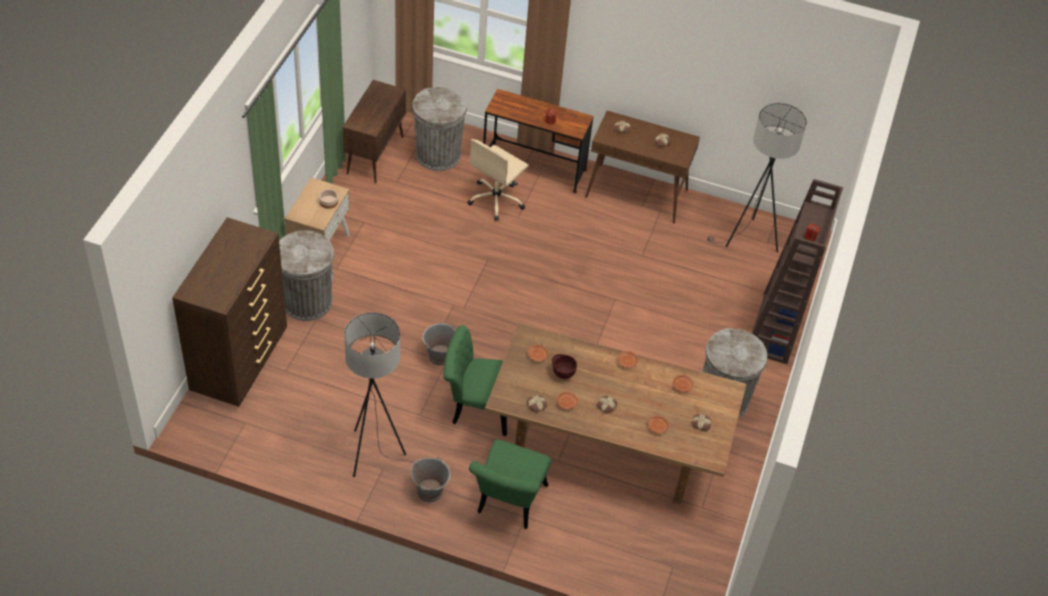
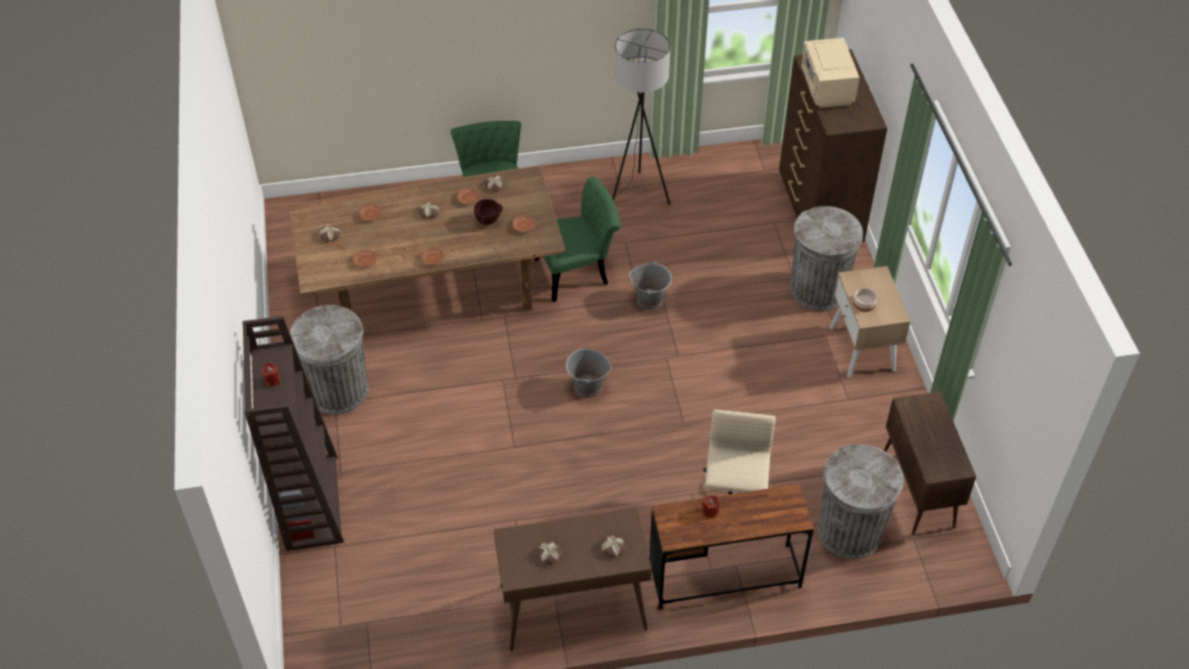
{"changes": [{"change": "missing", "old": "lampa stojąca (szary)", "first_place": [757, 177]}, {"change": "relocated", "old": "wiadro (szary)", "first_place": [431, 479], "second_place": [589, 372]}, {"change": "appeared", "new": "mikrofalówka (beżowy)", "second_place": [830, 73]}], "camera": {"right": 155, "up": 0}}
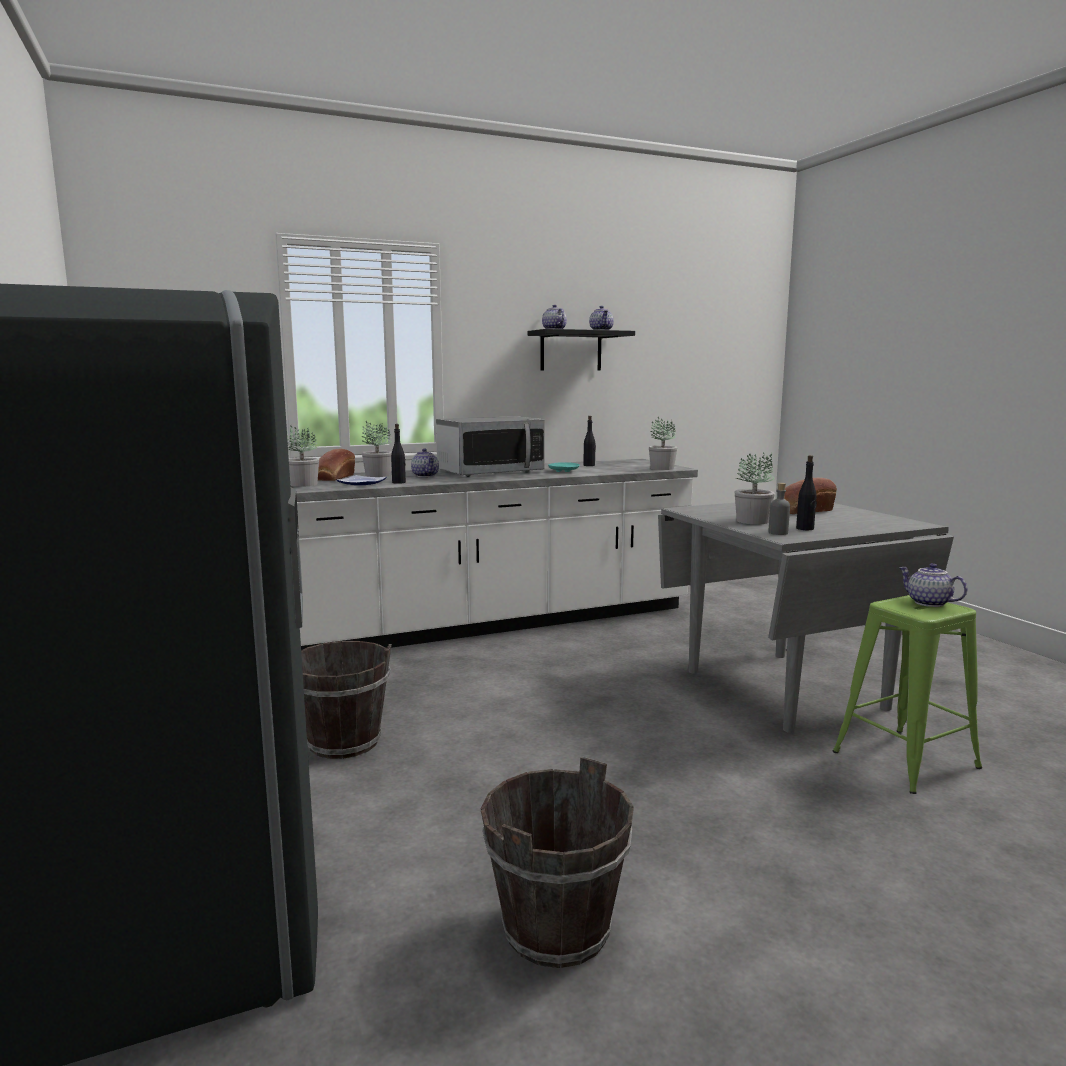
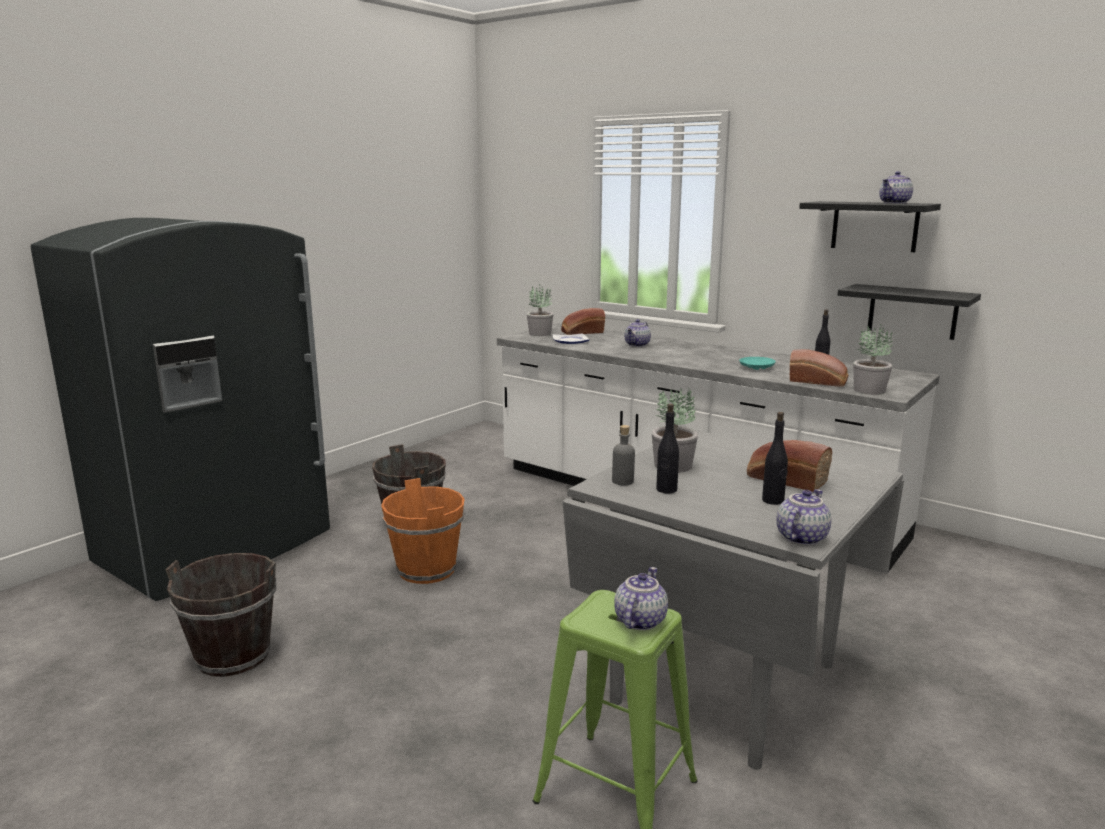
{"changes": [{"change": "relocated", "old": "imbryk", "first_place": [554, 317], "second_place": [803, 517]}, {"change": "missing", "old": "mikrofalówka", "first_place": [490, 446]}, {"change": "missing", "old": "roślina doniczkowa", "first_place": [377, 448]}, {"change": "relocated", "old": "butelka (czarny)", "first_place": [398, 454], "second_place": [775, 458]}, {"change": "appeared", "new": "półka (czarny)", "second_place": [909, 312]}, {"change": "appeared", "new": "chleb", "second_place": [819, 368]}, {"change": "appeared", "new": "wiadro (pomarańczowy)", "second_place": [423, 531]}], "camera": {"right": 60, "up": 5}}
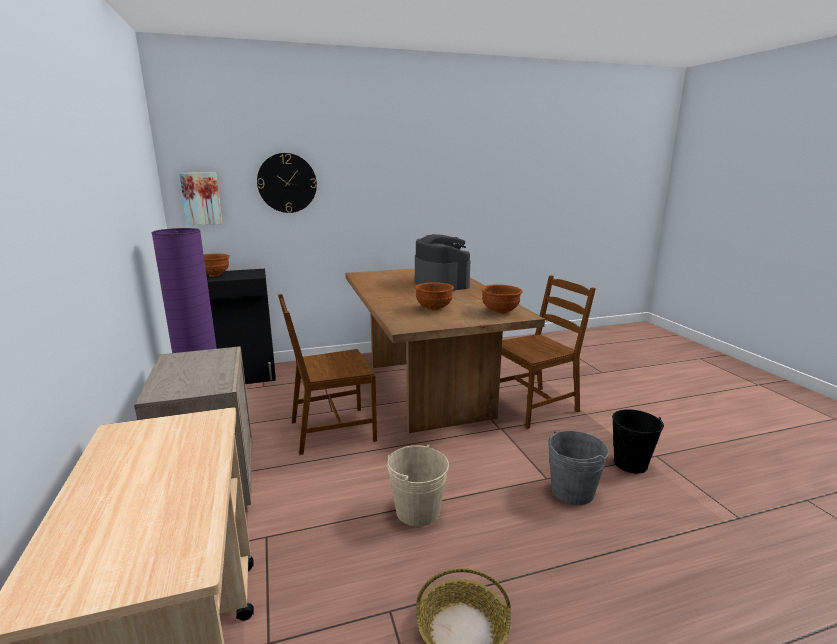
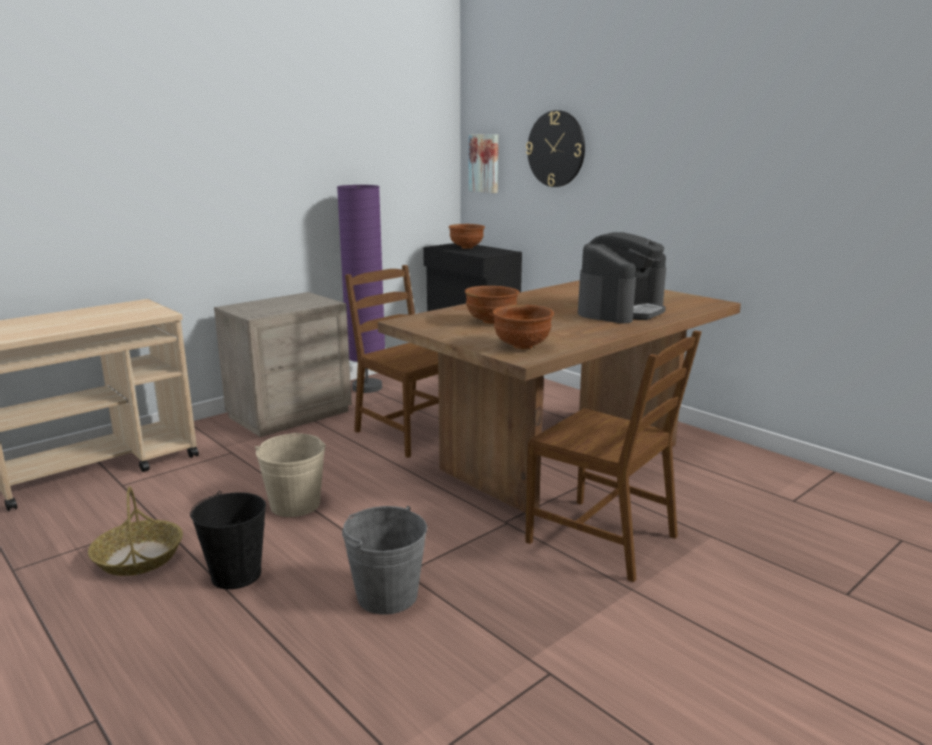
{"changes": [{"change": "relocated", "old": "wiadro (czarny)", "first_place": [638, 441], "second_place": [228, 540]}], "camera": {"right": 65, "up": 0}}
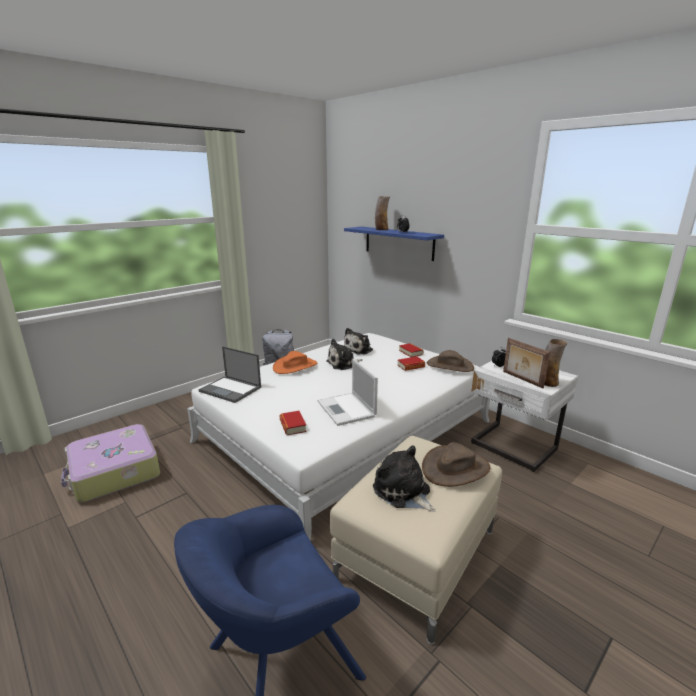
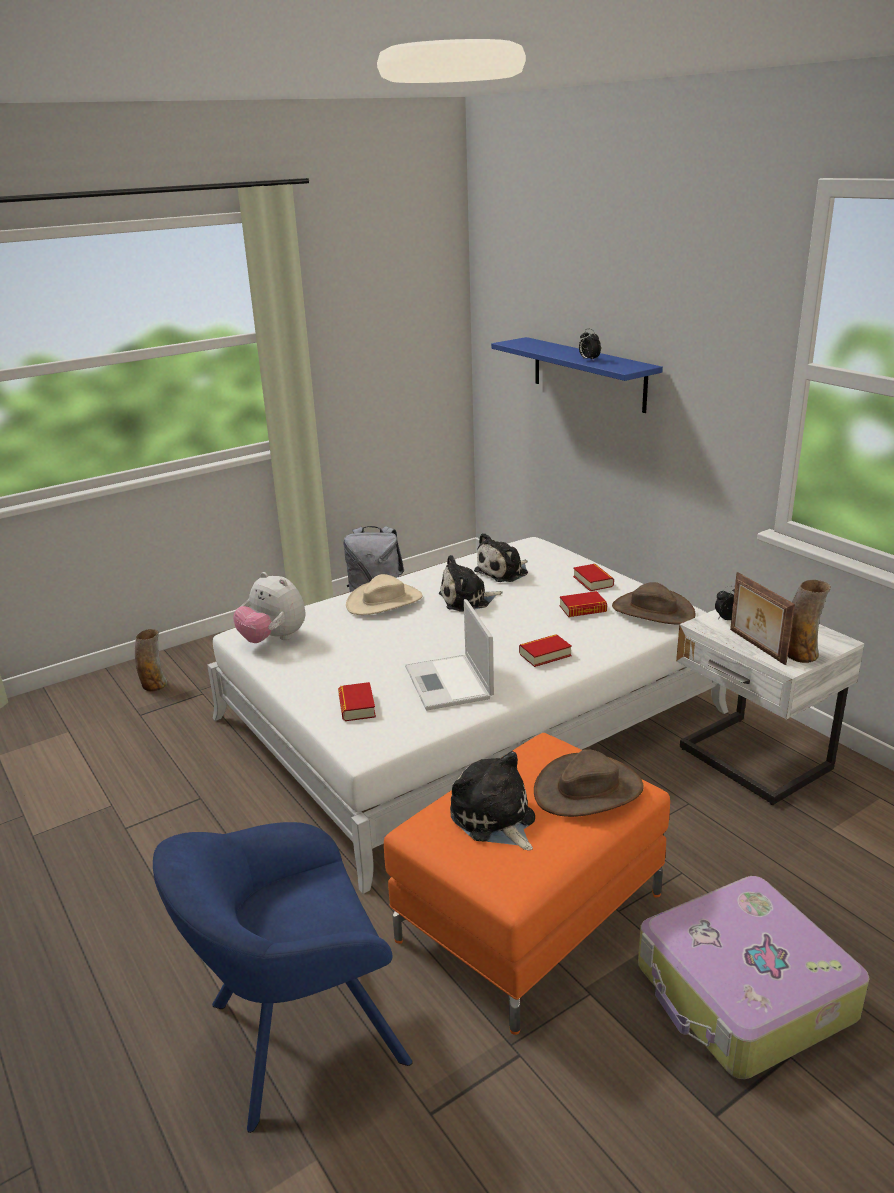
{"changes": [{"change": "relocated", "old": "wazon", "first_place": [382, 213], "second_place": [151, 660]}, {"change": "exchanged", "old": "laptop", "new": "pluszak", "first_place": [230, 374], "second_place": [269, 607]}, {"change": "colour", "old": "kapelusz (pomarańczowy)", "new": "kapelusz (beżowy)", "first_place": [295, 362], "second_place": [384, 594]}, {"change": "relocated", "old": "walizka", "first_place": [110, 463], "second_place": [754, 978]}, {"change": "colour", "old": "pufa (beżowy)", "new": "pufa (pomarańczowy)", "first_place": [416, 540], "second_place": [527, 884]}, {"change": "appeared", "new": "książka", "second_place": [545, 650]}], "camera": {"right": 10, "up": 5}}
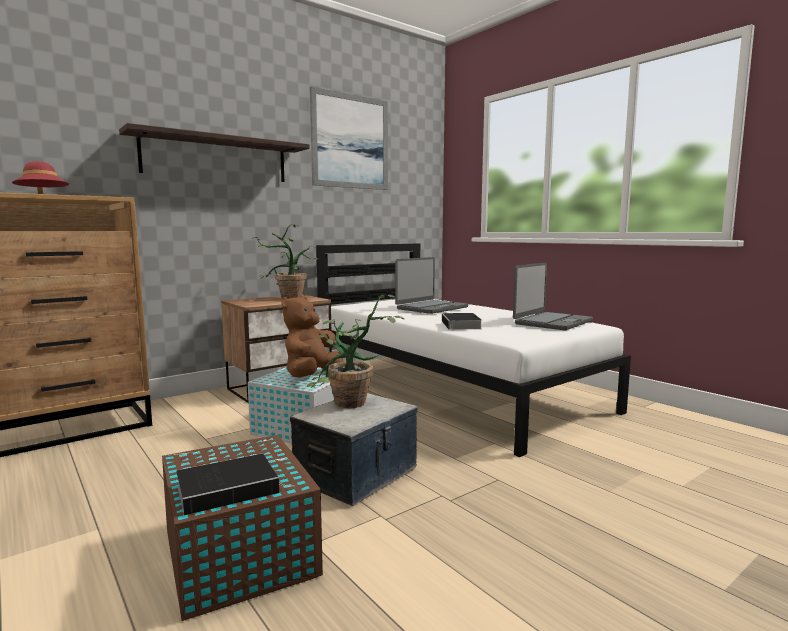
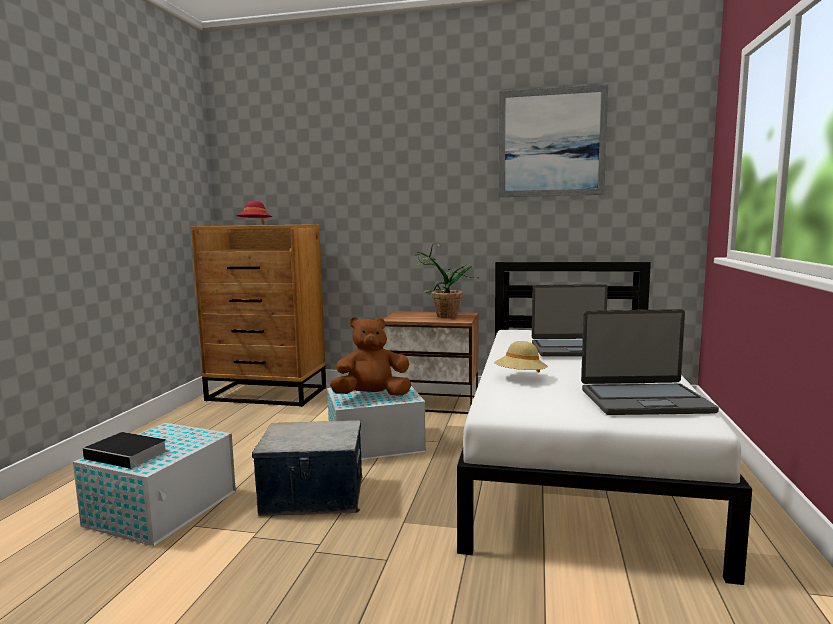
{"changes": [{"change": "missing", "old": "półka", "first_place": [214, 152]}, {"change": "missing", "old": "roślina doniczkowa", "first_place": [356, 351]}, {"change": "exchanged", "old": "książka", "new": "kapelusz (beżowy)", "first_place": [462, 322], "second_place": [521, 357]}, {"change": "colour", "old": "pojemnik do przechowywania (brązowy)", "new": "pojemnik do przechowywania (biały)", "first_place": [242, 528], "second_place": [154, 484]}], "camera": {"right": 50, "up": 0}}
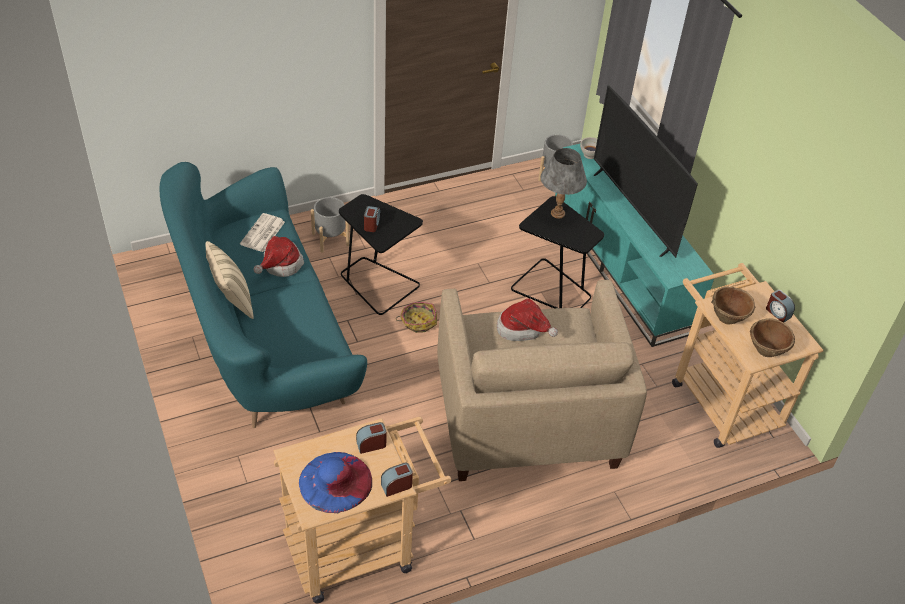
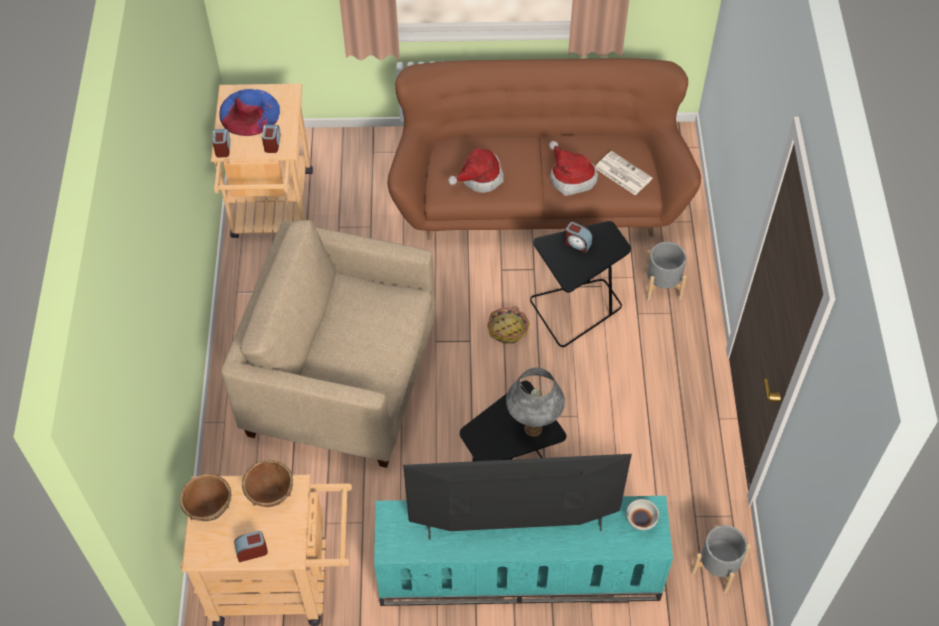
{"changes": [{"change": "colour", "old": "kanapa (turkusowy)", "new": "kanapa (brązowy)", "first_place": [263, 295], "second_place": [544, 149]}, {"change": "missing", "old": "poduszka (beżowy)", "first_place": [230, 280]}, {"change": "relocated", "old": "kapelusz", "first_place": [527, 319], "second_place": [476, 170]}], "camera": {"right": 115, "up": 10}}
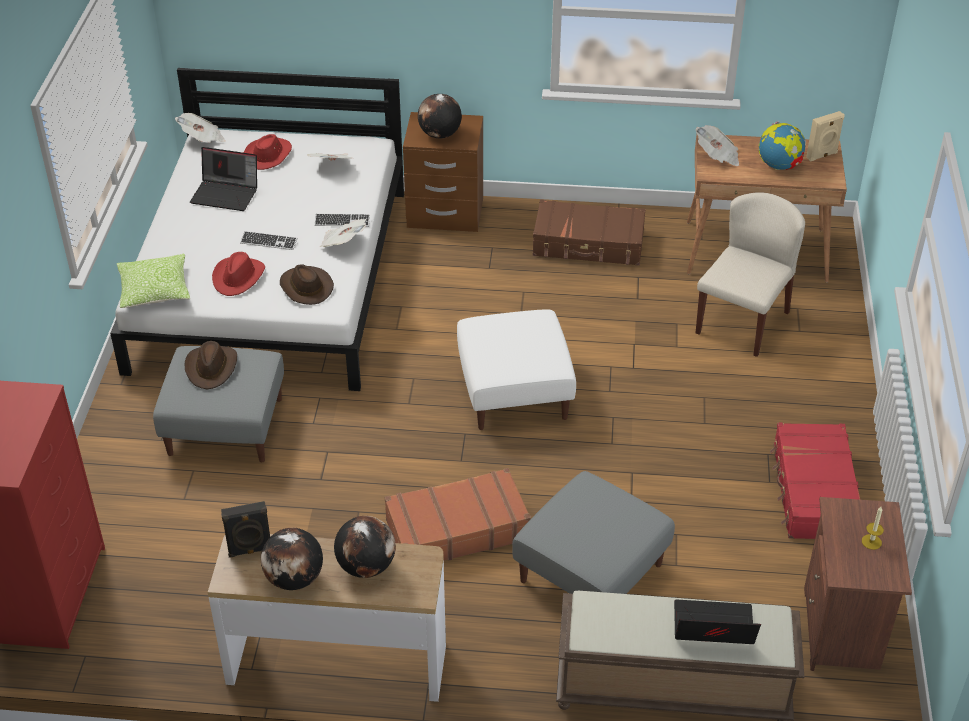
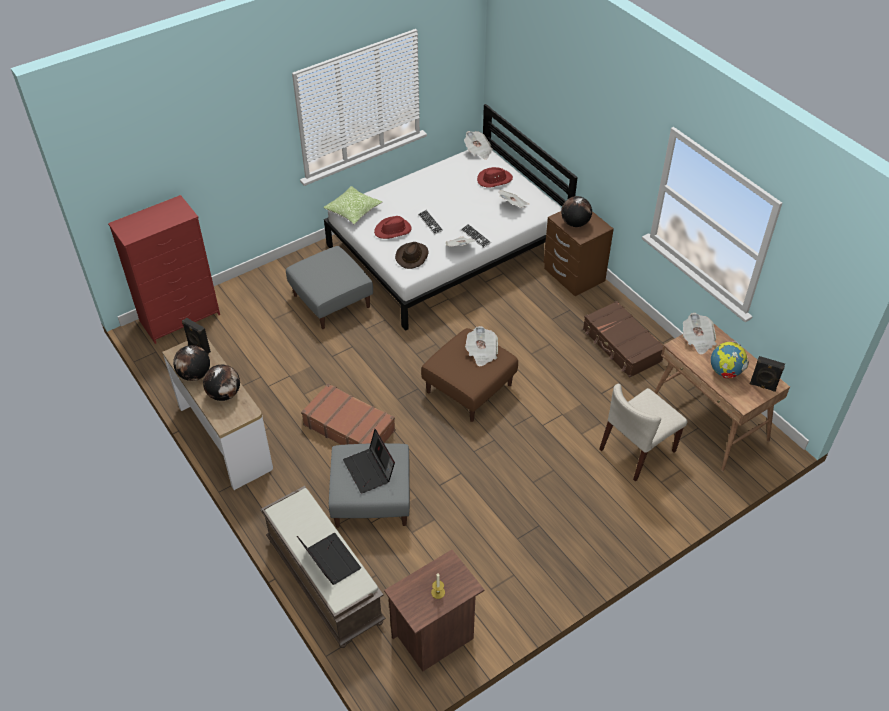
{"changes": [{"change": "colour", "old": "głośnik (beżowy)", "new": "głośnik (czarny)", "first_place": [825, 136], "second_place": [767, 374]}, {"change": "relocated", "old": "laptop", "first_place": [223, 179], "second_place": [369, 461]}, {"change": "spun", "old": "krzesło (beżowy)", "first_place": [750, 274], "second_place": [643, 432], "degrees": 150}, {"change": "colour", "old": "pufa (biały)", "new": "pufa (brązowy)", "first_place": [516, 370], "second_place": [469, 375]}, {"change": "missing", "old": "kapelusz (brązowy)", "first_place": [211, 365]}, {"change": "missing", "old": "walizka (czerwony)", "first_place": [815, 481]}, {"change": "appeared", "new": "gazeta", "second_place": [481, 346]}], "camera": {"right": 50, "up": 5}}
